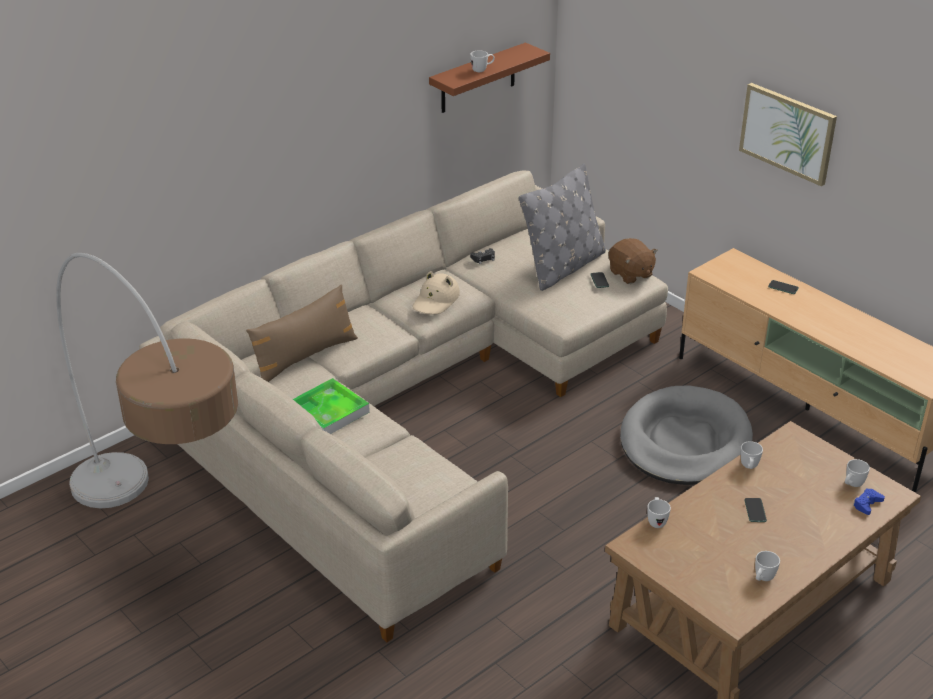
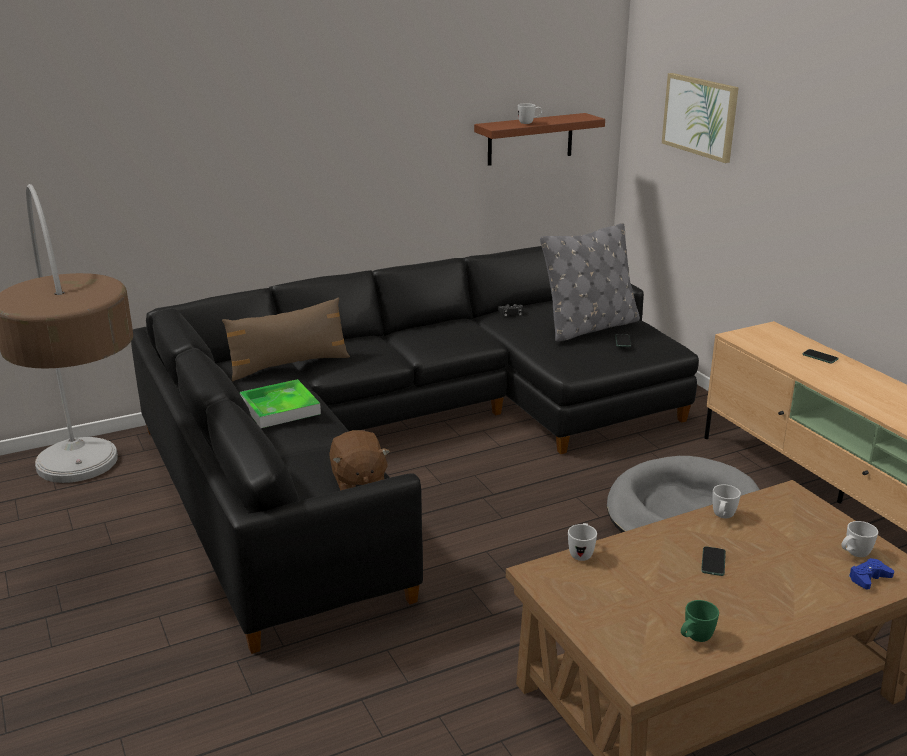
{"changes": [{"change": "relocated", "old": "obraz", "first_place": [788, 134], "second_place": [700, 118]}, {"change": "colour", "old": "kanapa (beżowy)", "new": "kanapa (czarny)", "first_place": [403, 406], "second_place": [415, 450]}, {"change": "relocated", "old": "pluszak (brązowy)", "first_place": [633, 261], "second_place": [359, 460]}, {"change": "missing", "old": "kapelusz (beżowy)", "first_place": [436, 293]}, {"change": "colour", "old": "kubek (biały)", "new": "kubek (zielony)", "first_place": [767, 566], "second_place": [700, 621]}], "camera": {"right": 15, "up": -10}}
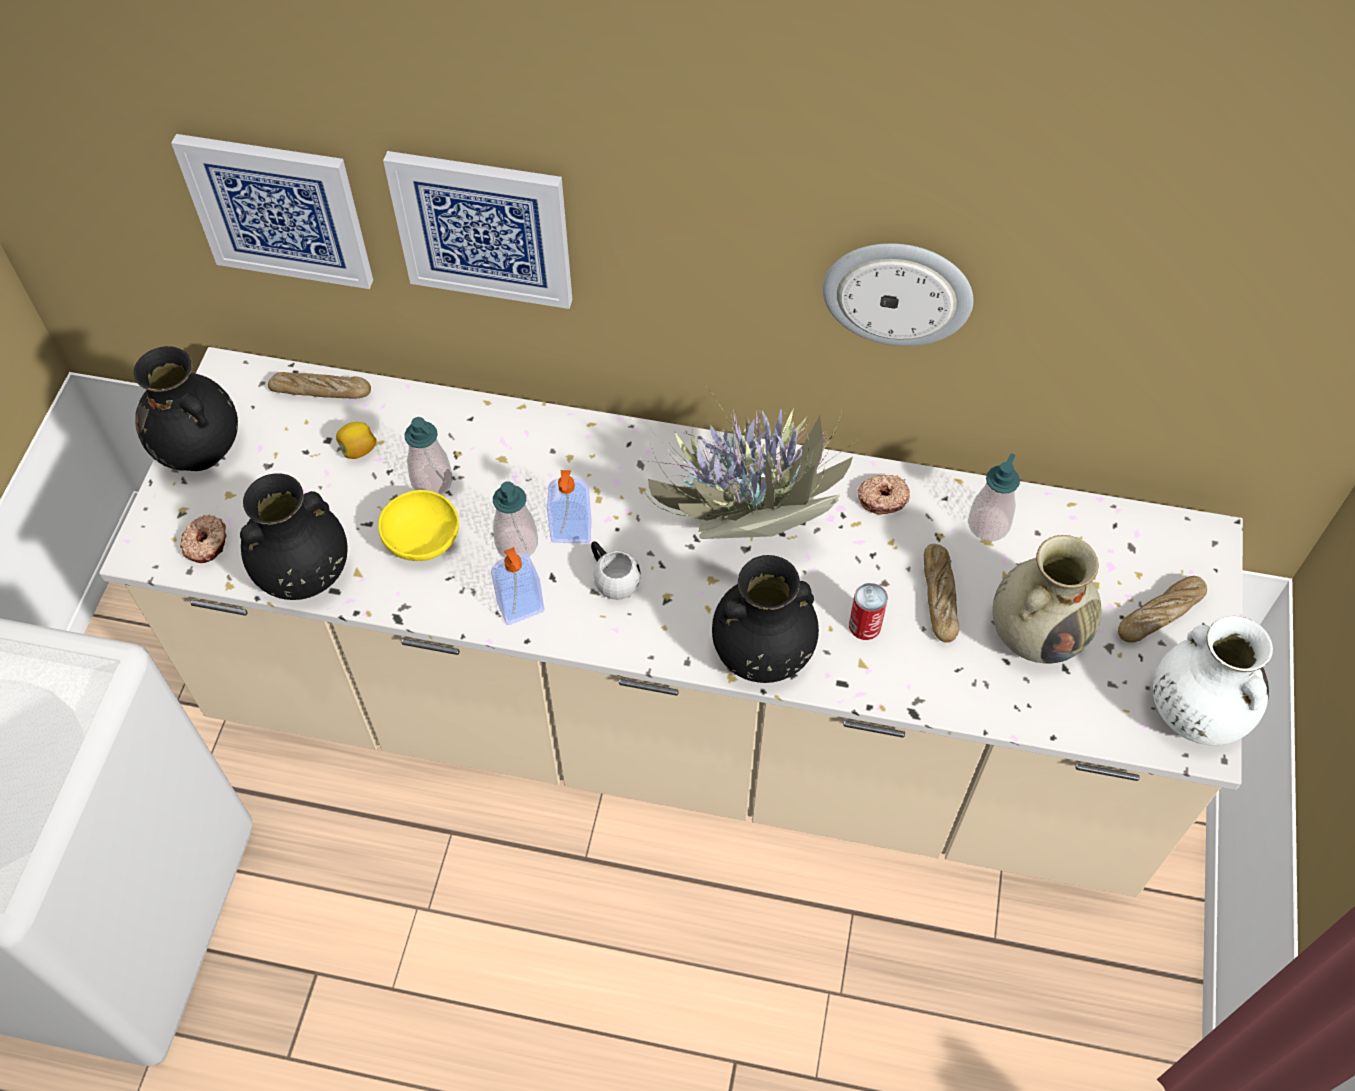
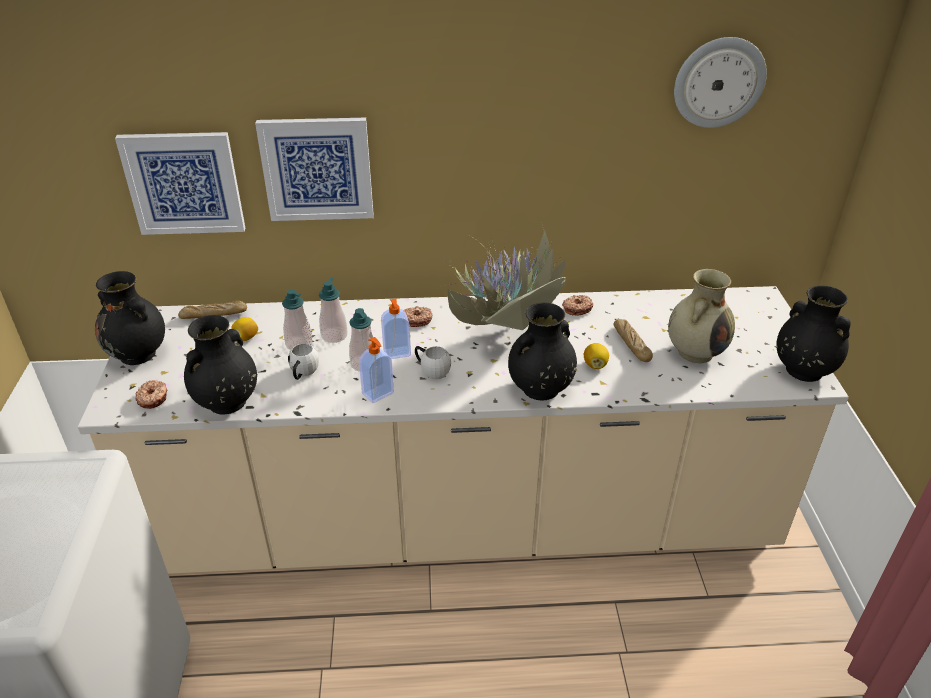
{"changes": [{"change": "relocated", "old": "zegar ścienny", "first_place": [898, 294], "second_place": [720, 82]}, {"change": "relocated", "old": "dozownik mydła", "first_place": [994, 497], "second_place": [333, 310]}, {"change": "exchanged", "old": "miska (żółty)", "new": "kubek (biały)", "first_place": [418, 525], "second_place": [303, 361]}, {"change": "missing", "old": "chleb", "first_place": [1162, 609]}, {"change": "exchanged", "old": "puszka", "new": "cytryna", "first_place": [868, 611], "second_place": [596, 356]}, {"change": "colour", "old": "wazon (biały)", "new": "wazon (czarny)", "first_place": [1213, 680], "second_place": [813, 333]}, {"change": "appeared", "new": "donut", "second_place": [418, 316]}], "camera": {"right": -15, "up": -20}}
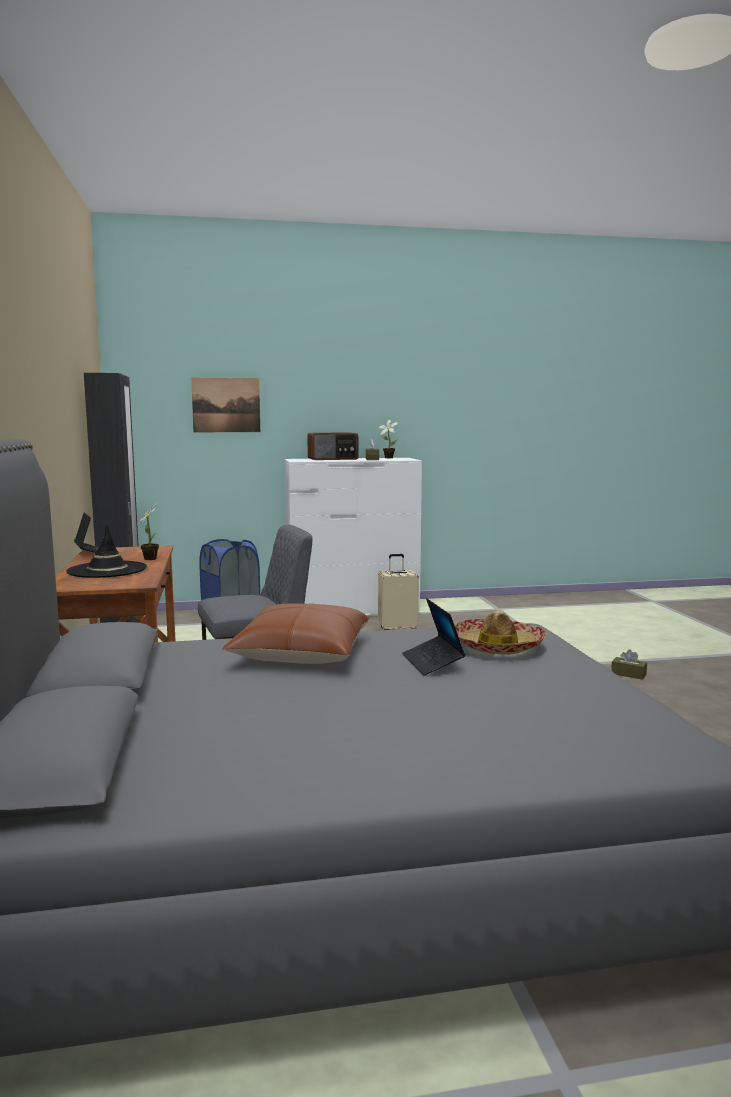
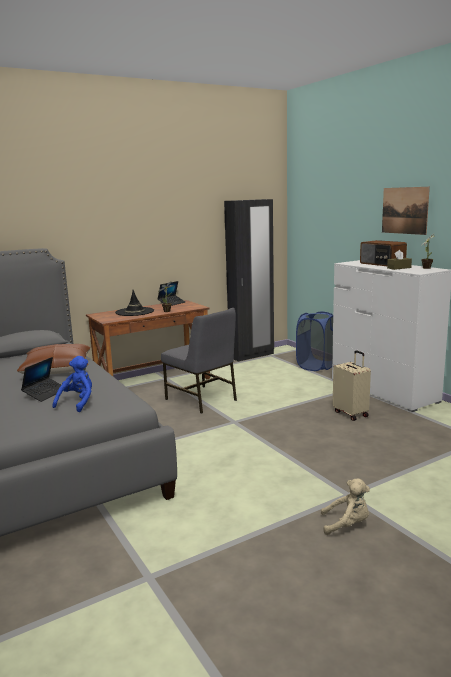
{"changes": [{"change": "relocated", "old": "obraz", "first_place": [225, 405], "second_place": [406, 211]}, {"change": "spun", "old": "laptop", "first_place": [434, 636], "second_place": [41, 379], "degrees": 150}, {"change": "exchanged", "old": "kapelusz", "new": "pluszak (niebieski)", "first_place": [501, 633], "second_place": [72, 384]}, {"change": "exchanged", "old": "pudełko chusteczek (brązowy)", "new": "pluszak (beżowy)", "first_place": [629, 664], "second_place": [345, 507]}], "camera": {"right": 70, "up": 5}}
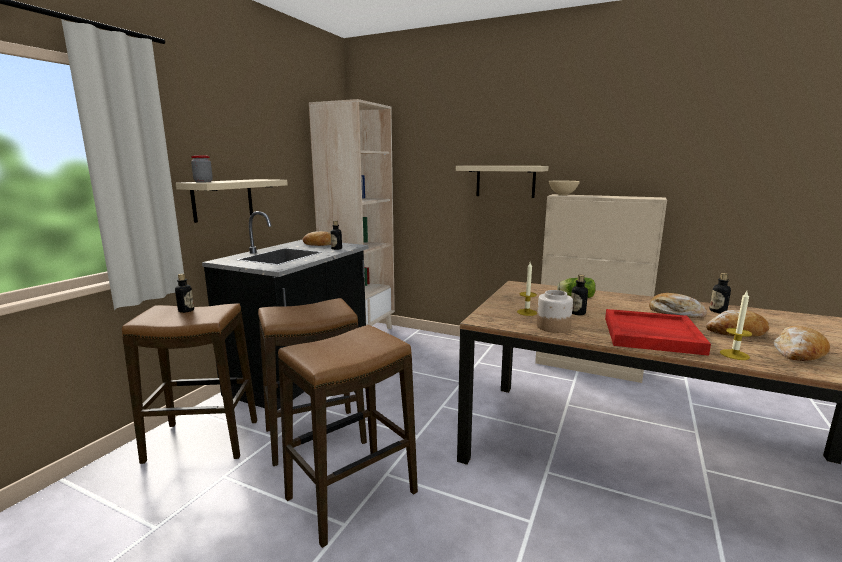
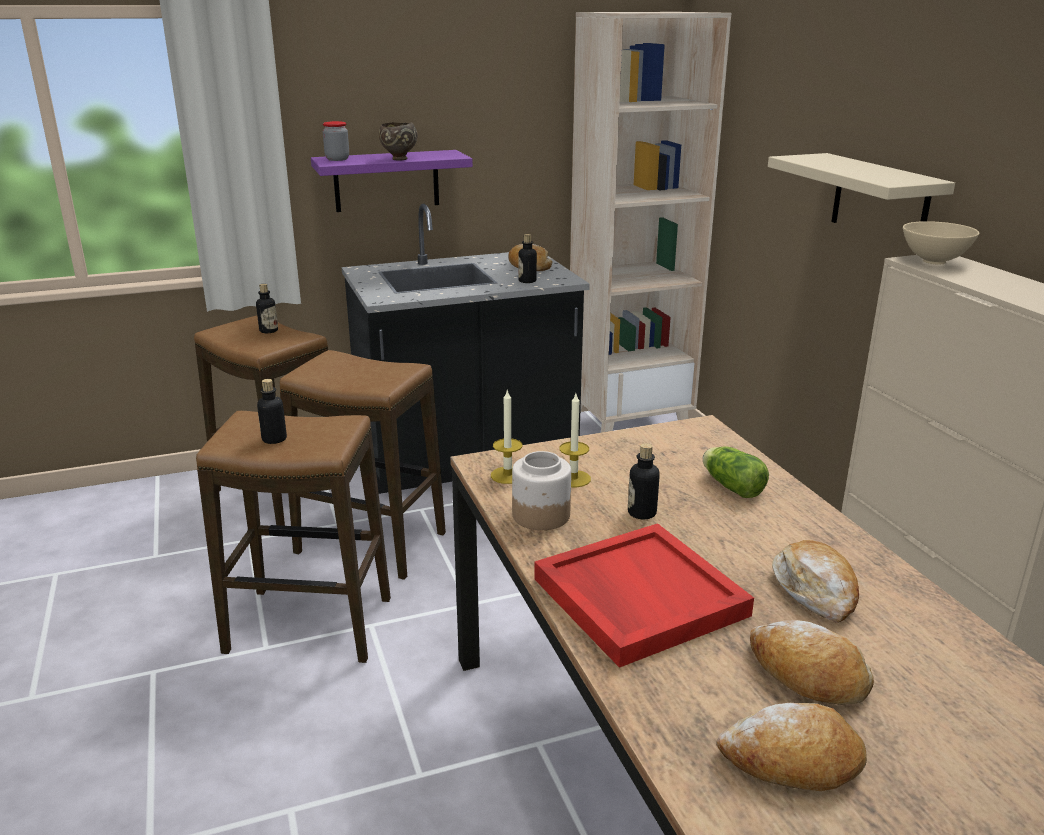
{"changes": [{"change": "colour", "old": "półka (beżowy)", "new": "półka (fioletowy)", "first_place": [232, 201], "second_place": [392, 181]}, {"change": "relocated", "old": "butelka", "first_place": [720, 293], "second_place": [272, 411]}, {"change": "relocated", "old": "świeca", "first_place": [736, 325], "second_place": [507, 437]}, {"change": "appeared", "new": "miska (brązowy)", "second_place": [398, 141]}], "camera": {"right": 45, "up": 10}}
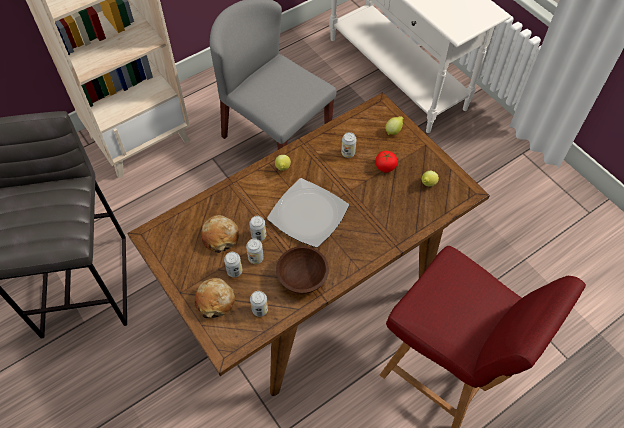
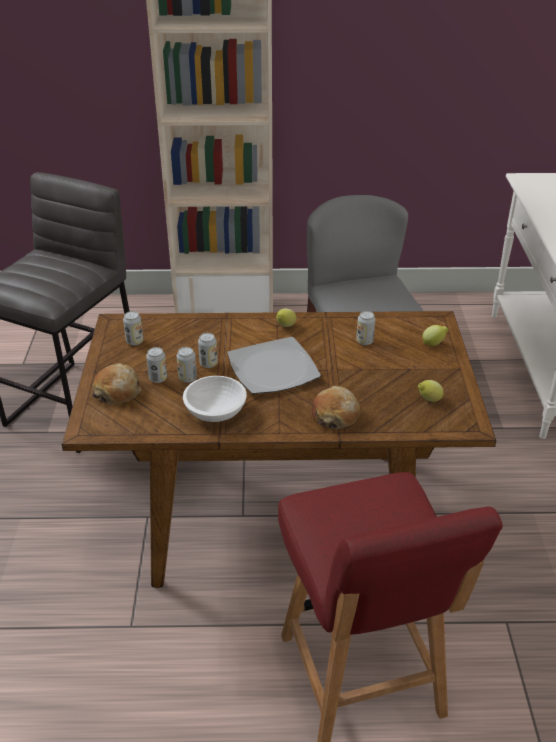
{"changes": [{"change": "missing", "old": "pomidor", "first_place": [387, 162]}, {"change": "relocated", "old": "chleb", "first_place": [220, 234], "second_place": [336, 407]}, {"change": "colour", "old": "miska (brązowy)", "new": "miska (biały)", "first_place": [302, 270], "second_place": [215, 399]}, {"change": "relocated", "old": "puszka", "first_place": [259, 304], "second_place": [133, 328]}], "camera": {"right": 35, "up": -20}}
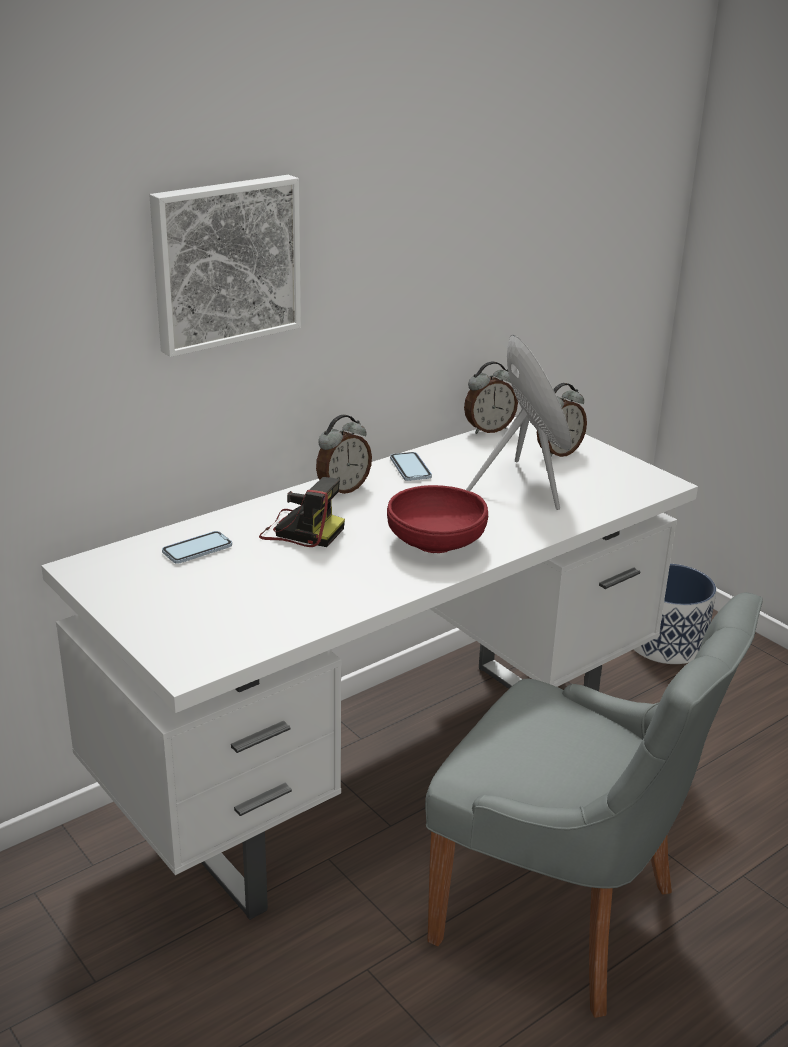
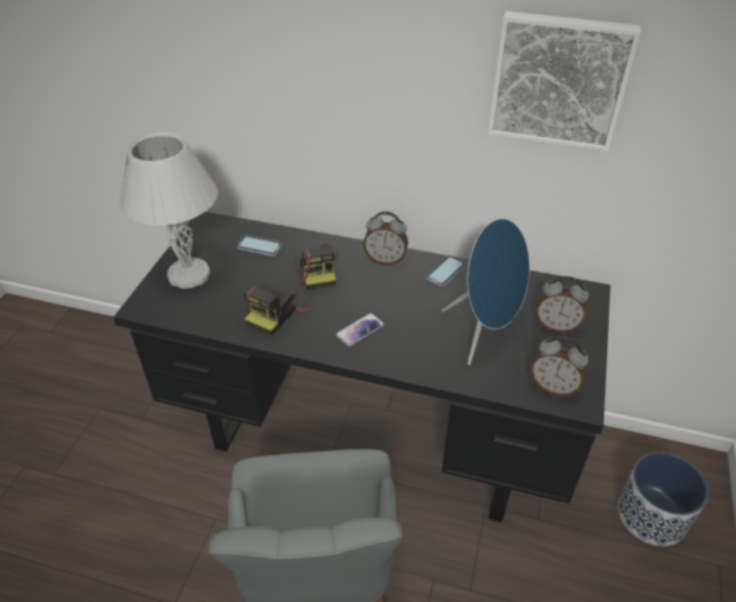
{"changes": [{"change": "relocated", "old": "obraz", "first_place": [225, 266], "second_place": [564, 81]}, {"change": "relocated", "old": "budzik", "first_place": [491, 397], "second_place": [559, 366]}, {"change": "colour", "old": "biurko (biały)", "new": "biurko (czarny)", "first_place": [369, 668], "second_place": [361, 367]}, {"change": "exchanged", "old": "miska (czerwony)", "new": "telefon", "first_place": [437, 519], "second_place": [360, 330]}, {"change": "appeared", "new": "lampa stołowa (biały)", "second_place": [168, 210]}, {"change": "appeared", "new": "aparat fotograficzny", "second_place": [276, 310]}], "camera": {"right": 55, "up": 15}}
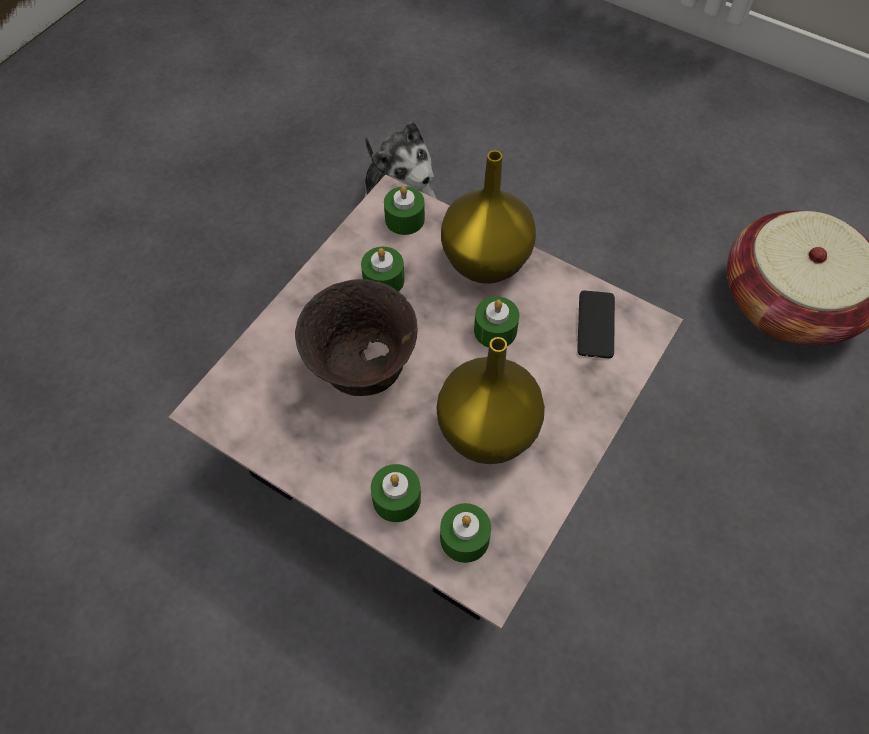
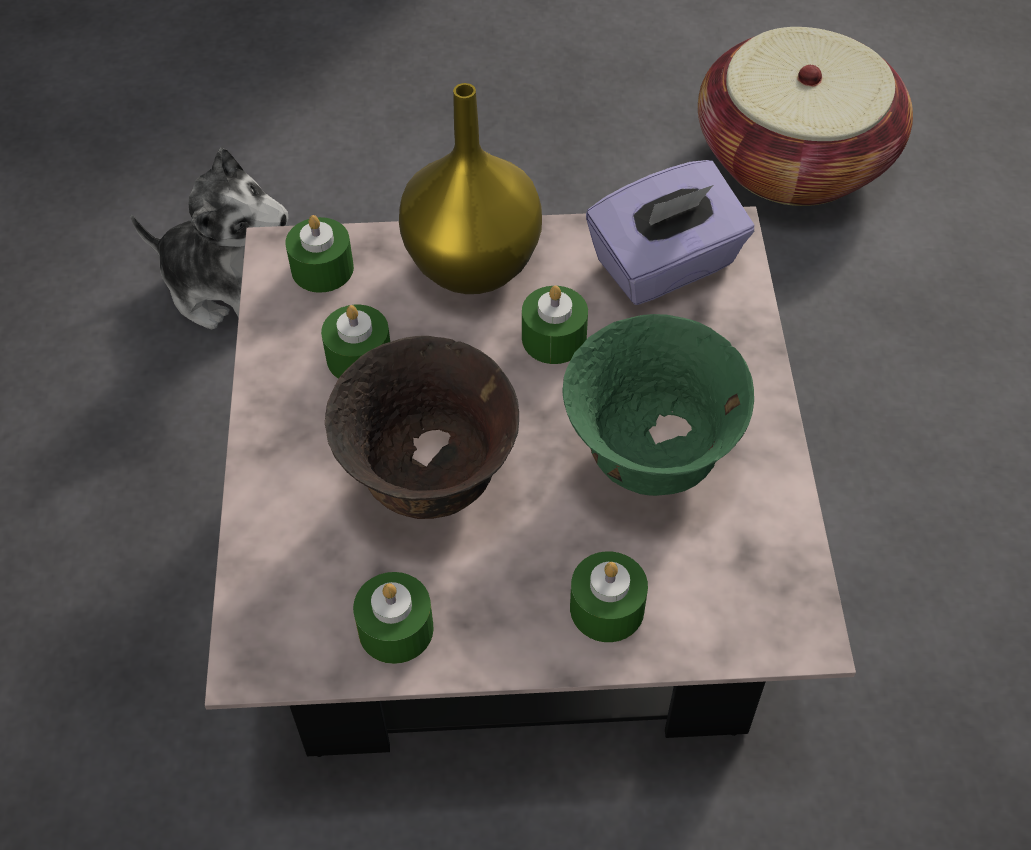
{"changes": [{"change": "exchanged", "old": "telefon", "new": "pudełko chusteczek (fioletowy)", "first_place": [596, 324], "second_place": [670, 232]}, {"change": "exchanged", "old": "wazon (żółty)", "new": "miska (zielony)", "first_place": [491, 400], "second_place": [658, 405]}, {"change": "relocated", "old": "świeca (zielony)", "first_place": [465, 533], "second_place": [393, 618]}], "camera": {"right": -35, "up": -5}}
